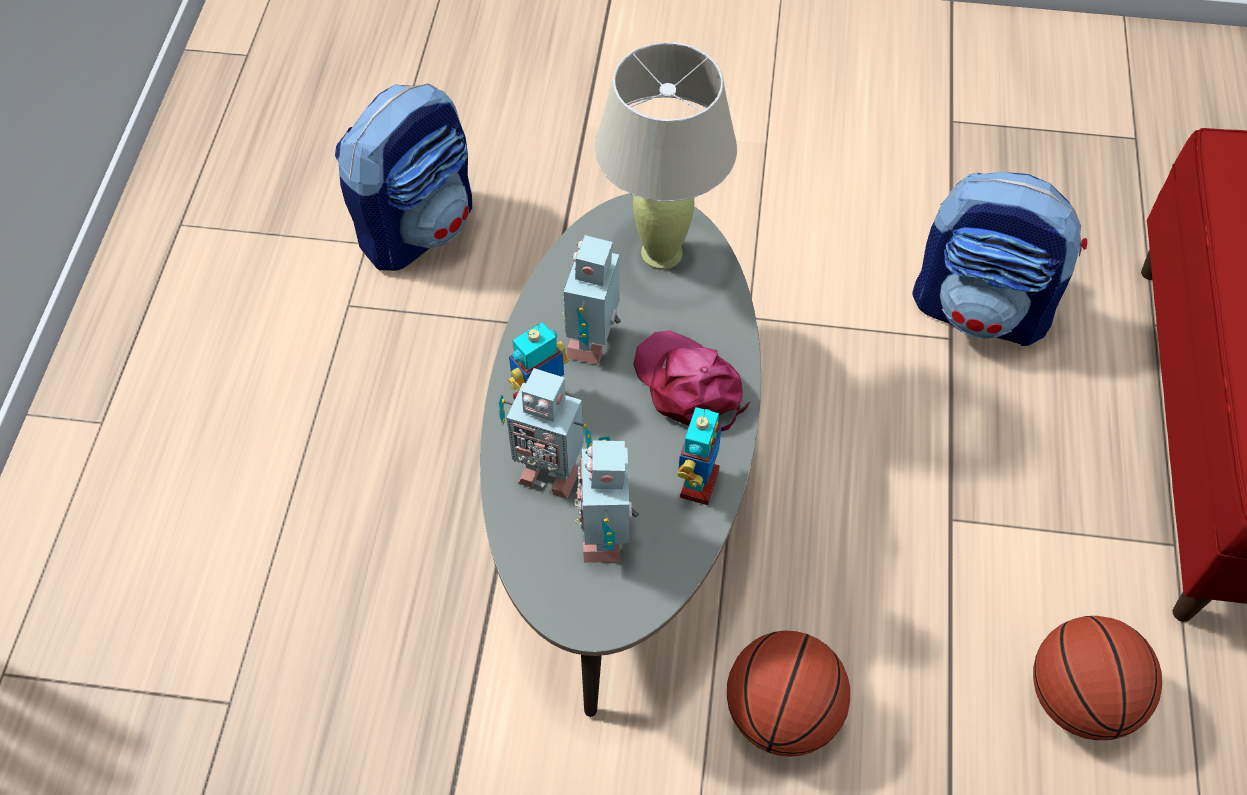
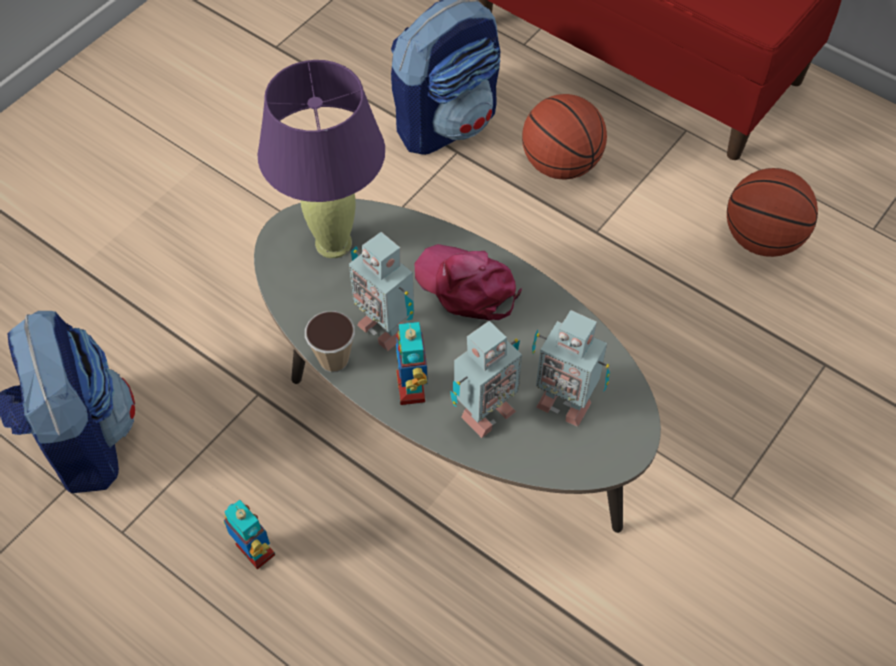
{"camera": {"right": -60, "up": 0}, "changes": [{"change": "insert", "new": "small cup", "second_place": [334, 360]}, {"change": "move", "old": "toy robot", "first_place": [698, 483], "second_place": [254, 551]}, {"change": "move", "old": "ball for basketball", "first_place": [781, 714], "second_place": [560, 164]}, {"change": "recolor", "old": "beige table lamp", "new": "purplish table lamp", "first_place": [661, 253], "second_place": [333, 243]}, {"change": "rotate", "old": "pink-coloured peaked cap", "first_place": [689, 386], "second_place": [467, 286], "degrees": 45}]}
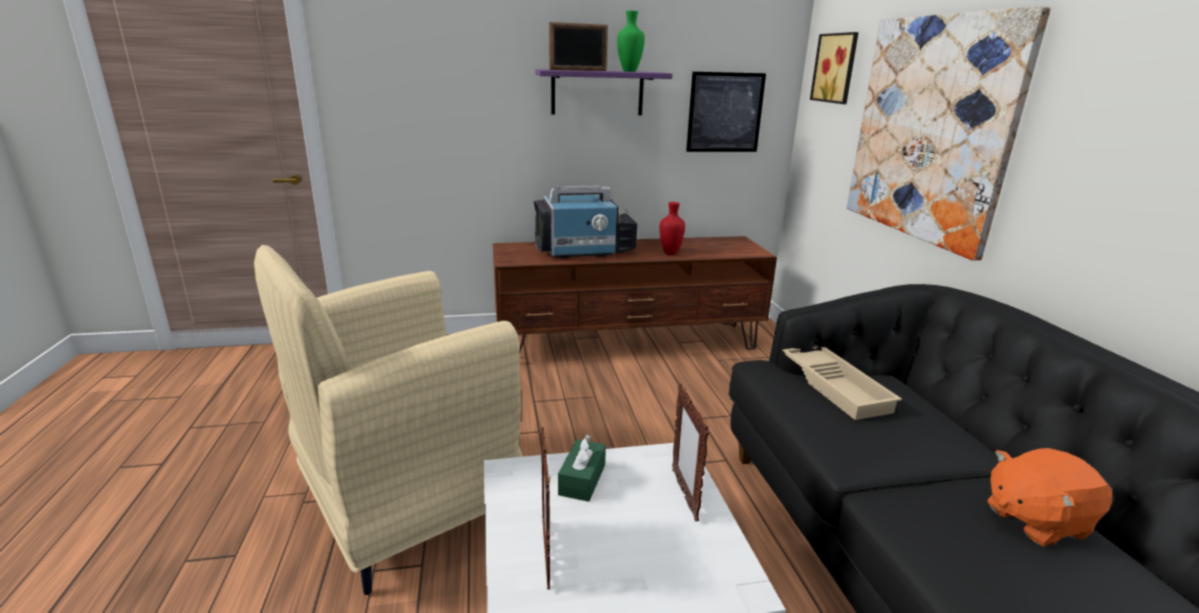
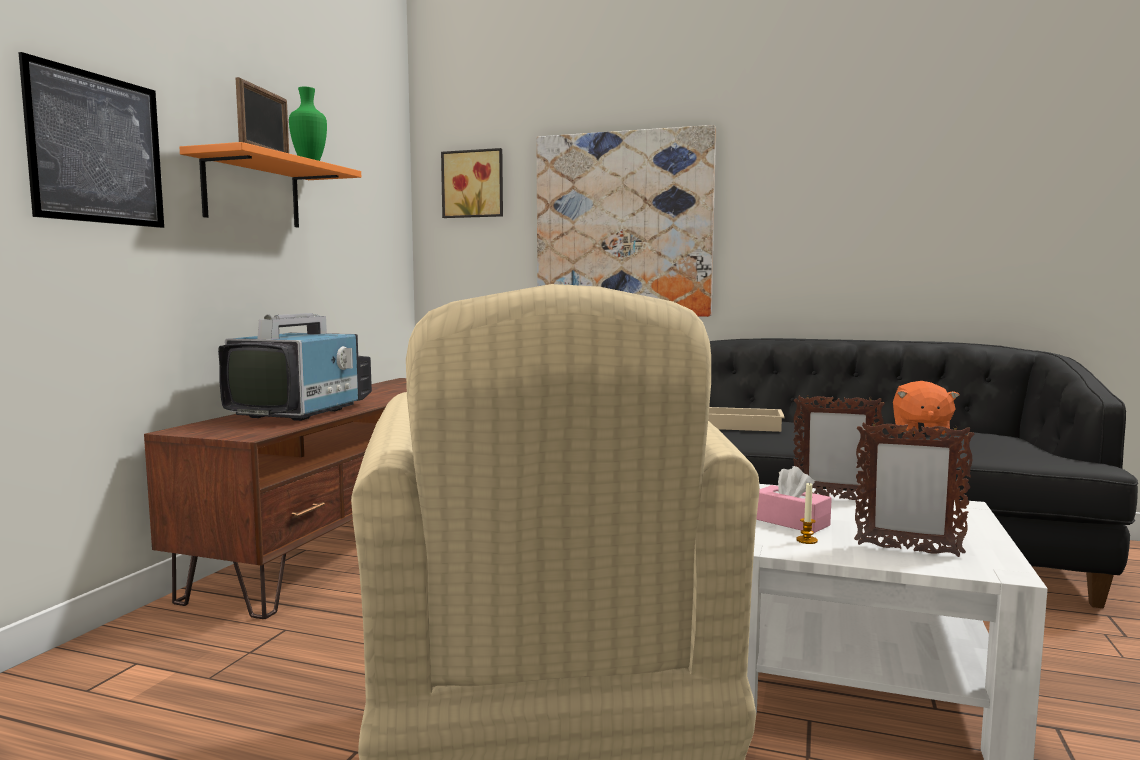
{"camera": {"right": -60, "up": -15}, "changes": [{"change": "delete", "old": "red-coloured decorative vase", "first_place": [670, 253]}, {"change": "insert", "new": "candle", "second_place": [806, 540]}, {"change": "move", "old": "wall art", "first_place": [725, 112], "second_place": [97, 148]}, {"change": "recolor", "old": "purplish wall shelf", "new": "orange-coloured wall shelf", "first_place": [597, 93], "second_place": [252, 192]}, {"change": "recolor", "old": "greenish tissue holder", "new": "pink-coloured tissue holder", "first_place": [582, 480], "second_place": [791, 522]}]}
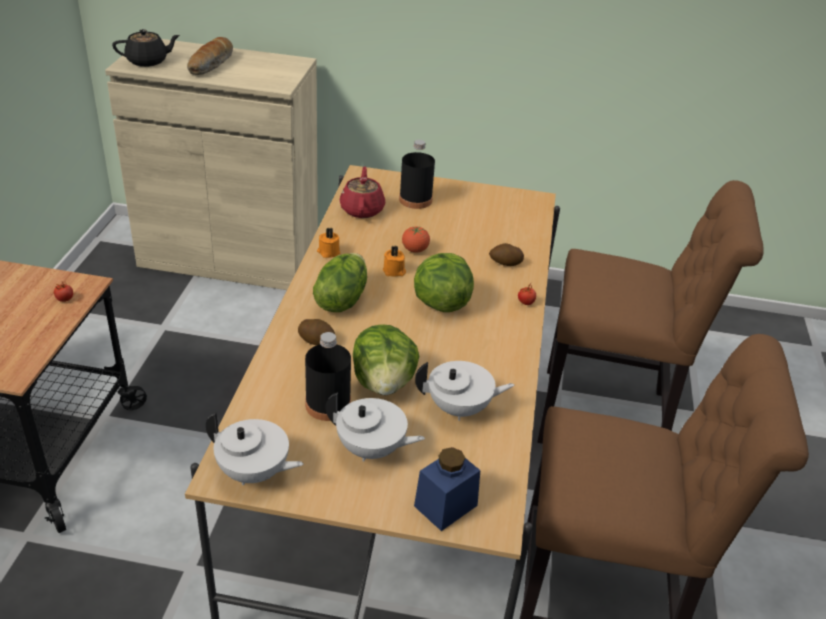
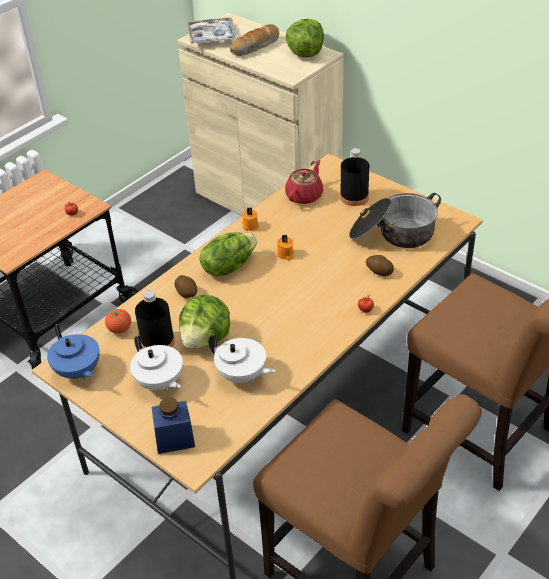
{"camera": {"right": 35, "up": 5}, "changes": [{"change": "insert", "new": "saucepot", "second_place": [393, 234]}, {"change": "move", "old": "fresh tomato", "first_place": [415, 250], "second_place": [120, 329]}, {"change": "move", "old": "lettuce", "first_place": [440, 303], "second_place": [305, 53]}, {"change": "replace", "old": "black teapot", "new": "tray", "first_place": [148, 61], "second_place": [212, 37]}, {"change": "recolor", "old": "white teapot", "new": "blue teapot", "first_place": [254, 473], "second_place": [78, 371]}]}
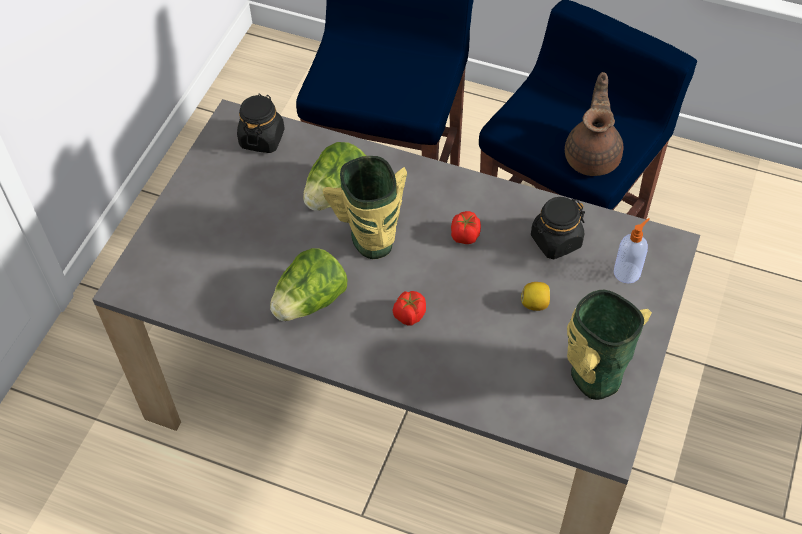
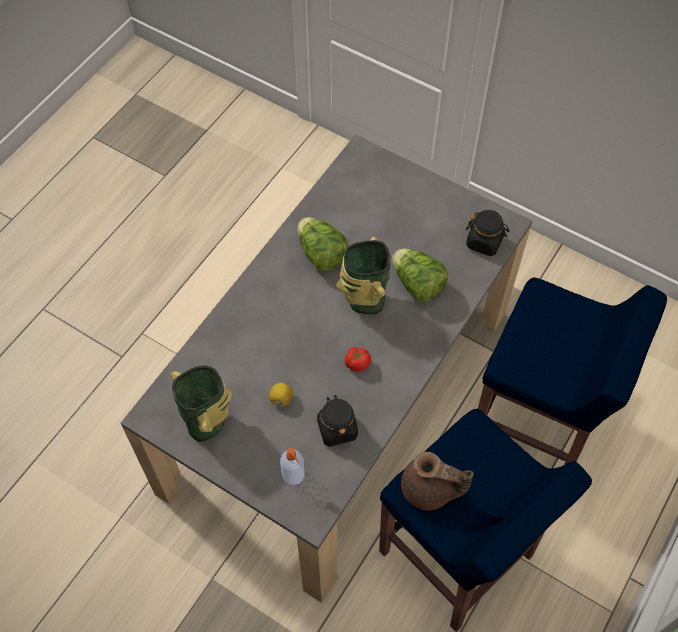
{"camera": {"right": 100, "up": 5}, "changes": [{"change": "delete", "old": "fresh tomato", "first_place": [409, 315]}]}
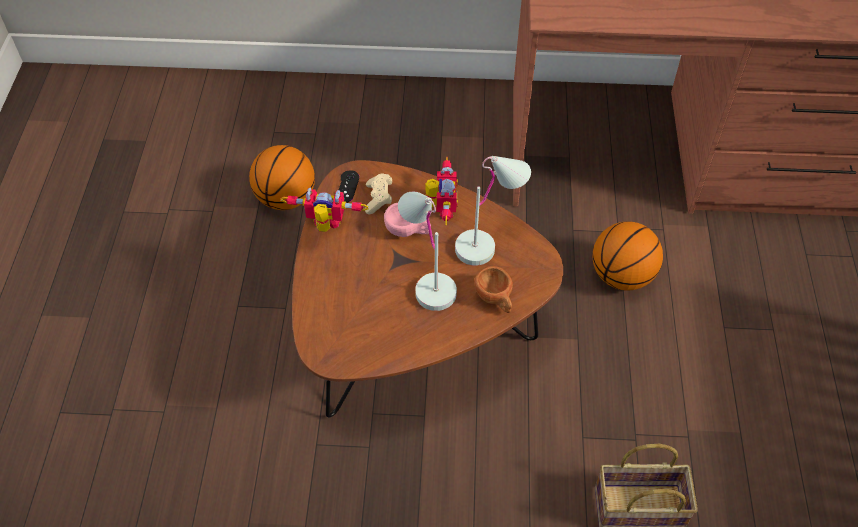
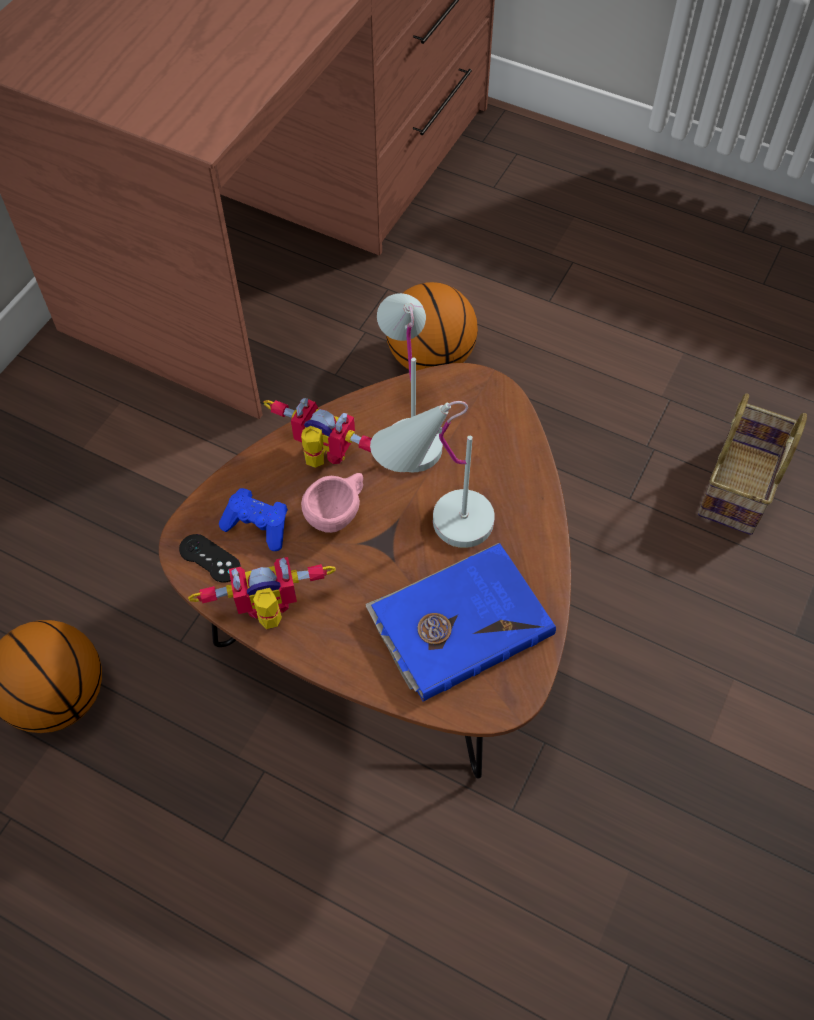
{"camera": {"right": -65, "up": 5}, "changes": [{"change": "delete", "old": "brown-coloured small cup", "first_place": [495, 299]}, {"change": "insert", "new": "blue book", "second_place": [459, 622]}, {"change": "recolor", "old": "beige joypad", "new": "blue joypad", "first_place": [378, 199], "second_place": [258, 526]}, {"change": "rotate", "old": "toy robot", "first_place": [326, 226], "second_place": [269, 614], "degrees": 45}]}
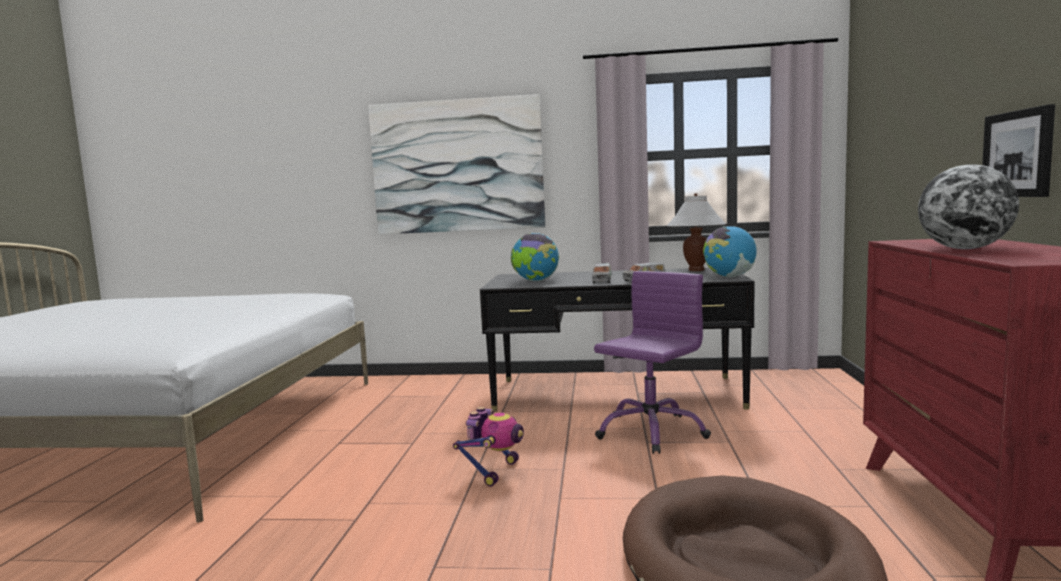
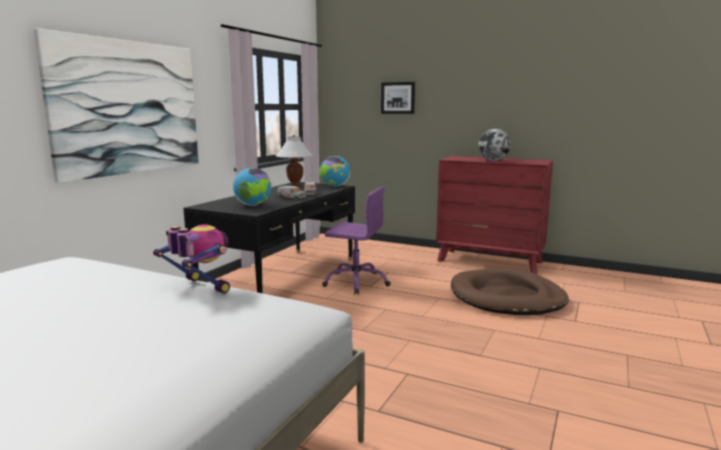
{"camera": {"right": -70, "up": 5}, "changes": [{"change": "move", "old": "toy robot", "first_place": [494, 472], "second_place": [199, 288]}, {"change": "move", "old": "wall art", "first_place": [1018, 154], "second_place": [398, 98]}, {"change": "rotate", "old": "purplish desk chair", "first_place": [650, 431], "second_place": [356, 282], "degrees": 135}]}
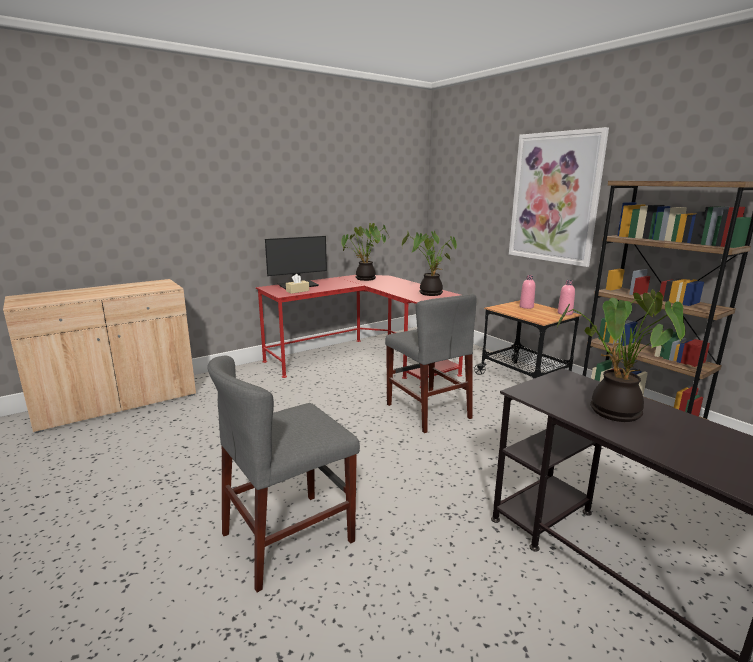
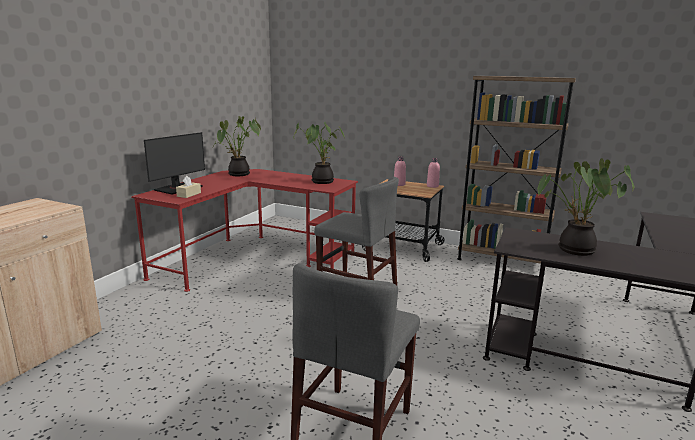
{"camera": {"right": -30, "up": 0}, "changes": [{"change": "delete", "old": "wall art", "first_place": [554, 198]}]}
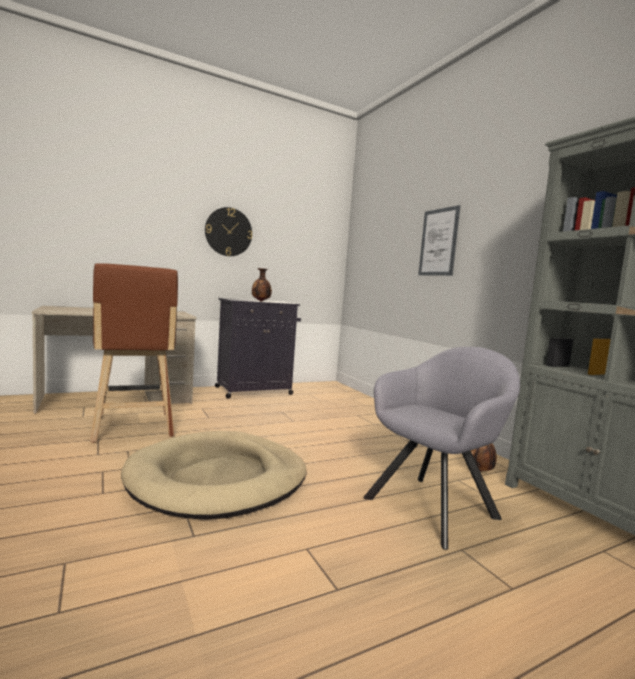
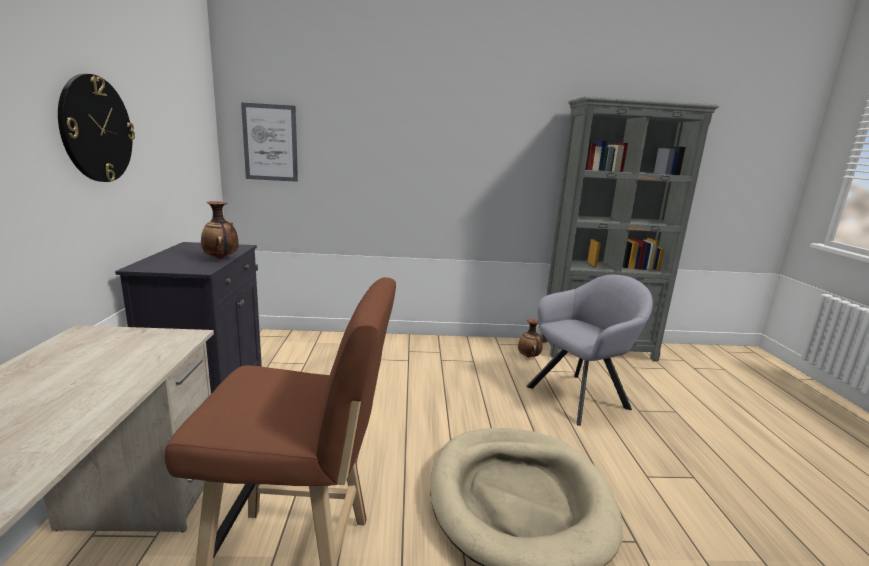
{"camera": {"right": -65, "up": 10}, "changes": [{"change": "move", "old": "wall art", "first_place": [438, 242], "second_place": [270, 143]}, {"change": "rotate", "old": "grey lounge chair", "first_place": [436, 506], "second_place": [582, 396], "degrees": 75}]}
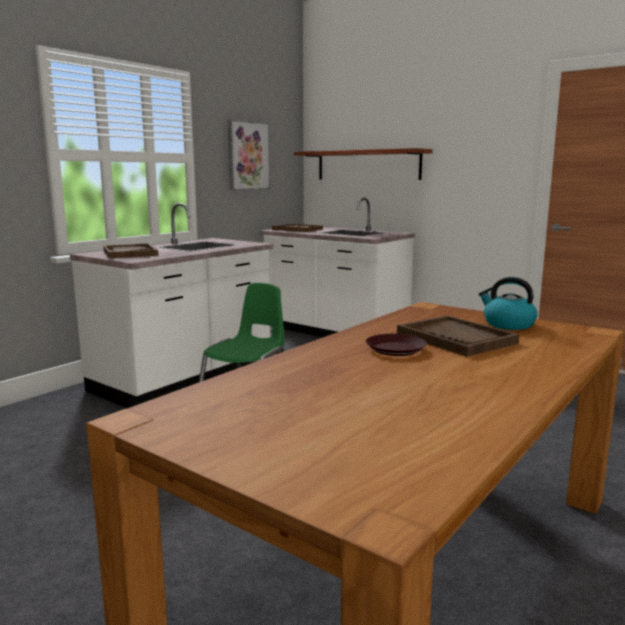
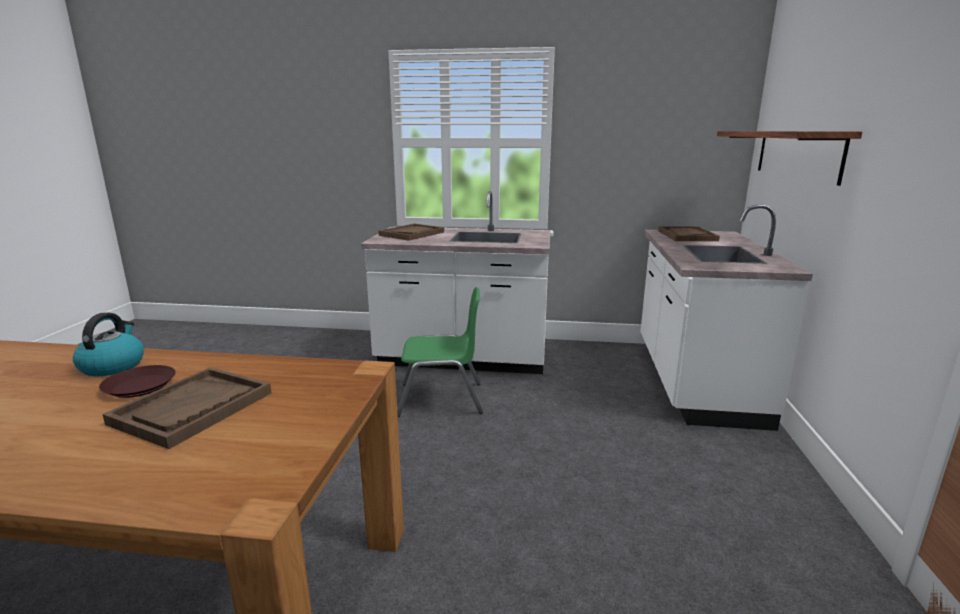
{"camera": {"right": 60, "up": 5}, "changes": [{"change": "delete", "old": "wall art", "first_place": [248, 156]}, {"change": "move", "old": "water kettle", "first_place": [507, 324], "second_place": [113, 366]}]}
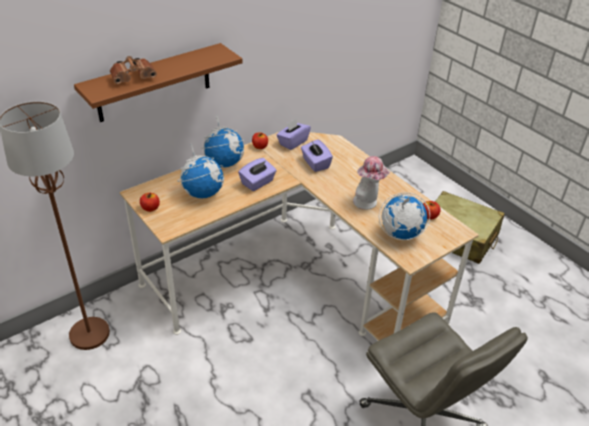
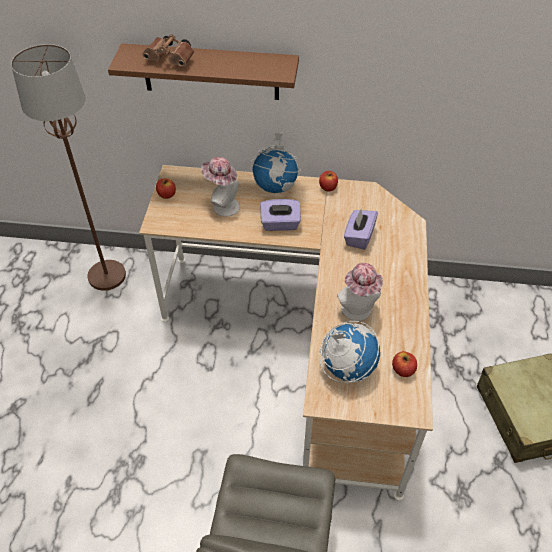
{"camera": {"right": 45, "up": 10}, "changes": [{"change": "delete", "old": "purplish tissue holder", "first_place": [293, 142]}, {"change": "replace", "old": "desk globe", "new": "hat", "first_place": [203, 193], "second_place": [222, 206]}]}
